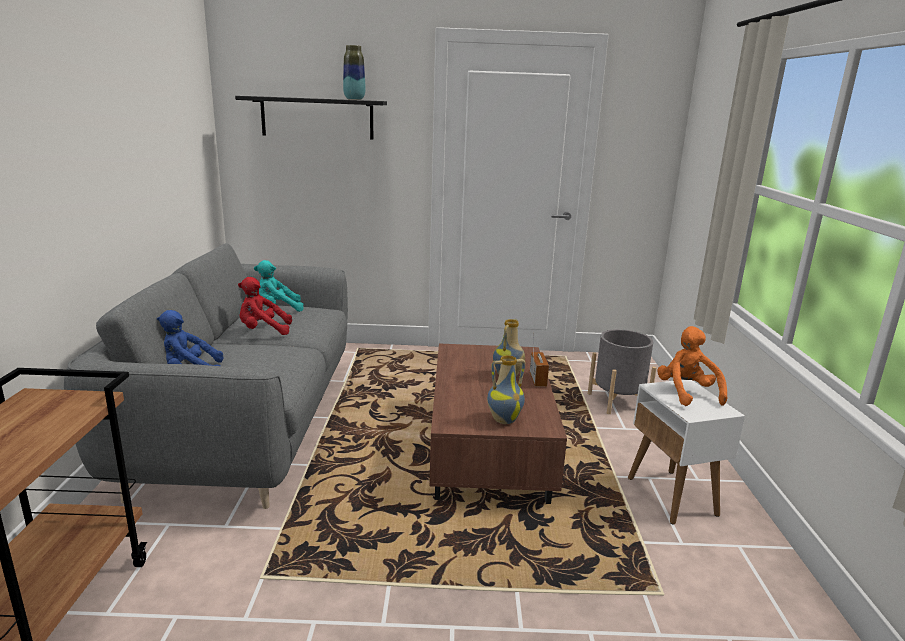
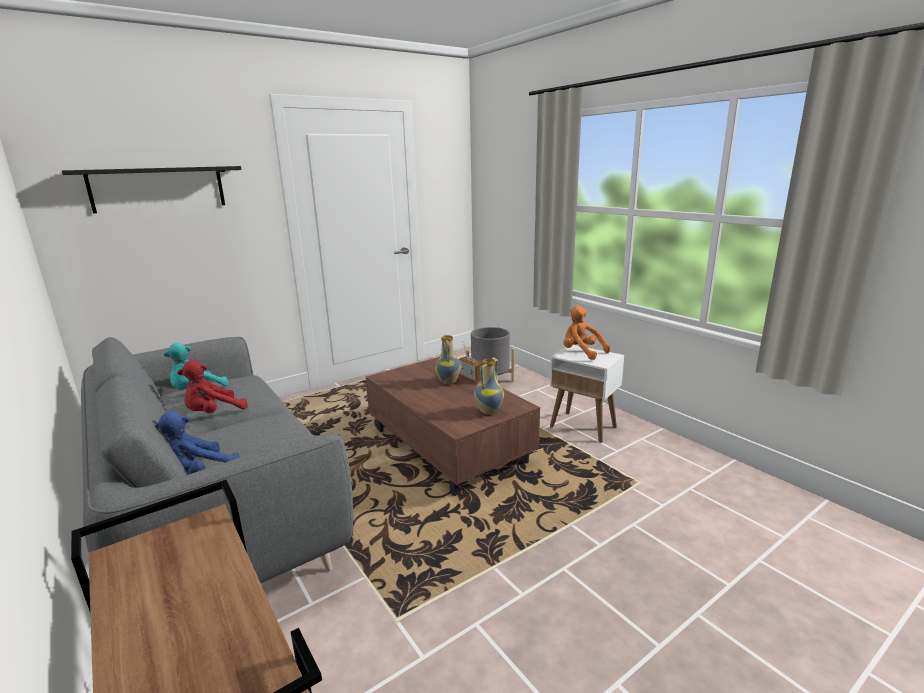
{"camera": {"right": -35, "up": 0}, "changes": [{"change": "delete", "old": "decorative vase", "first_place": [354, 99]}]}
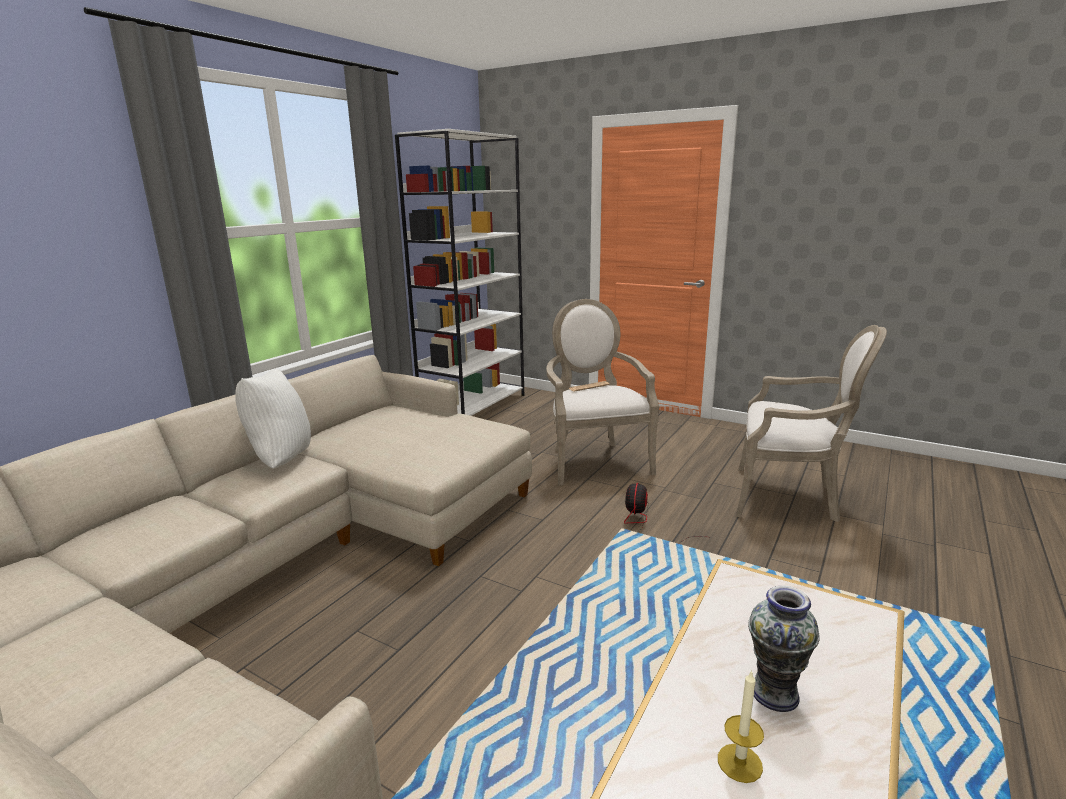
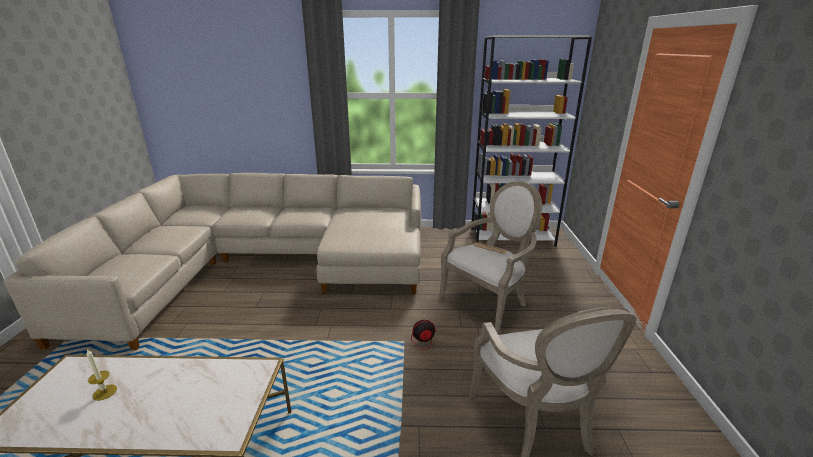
{"camera": {"right": 60, "up": 5}, "changes": [{"change": "delete", "old": "white throw pillow", "first_place": [280, 460]}, {"change": "delete", "old": "decorative vase", "first_place": [775, 693]}]}
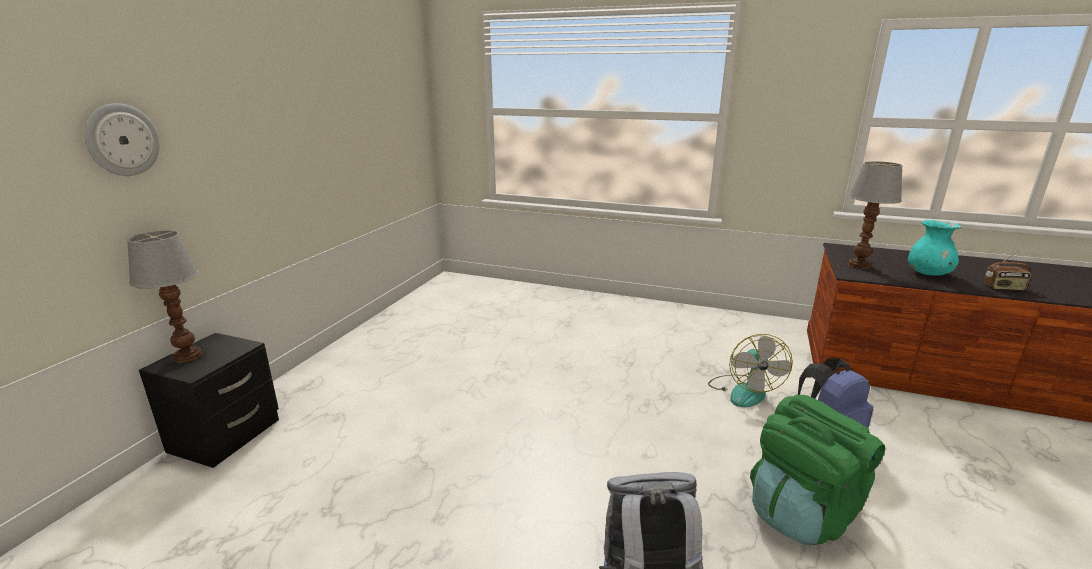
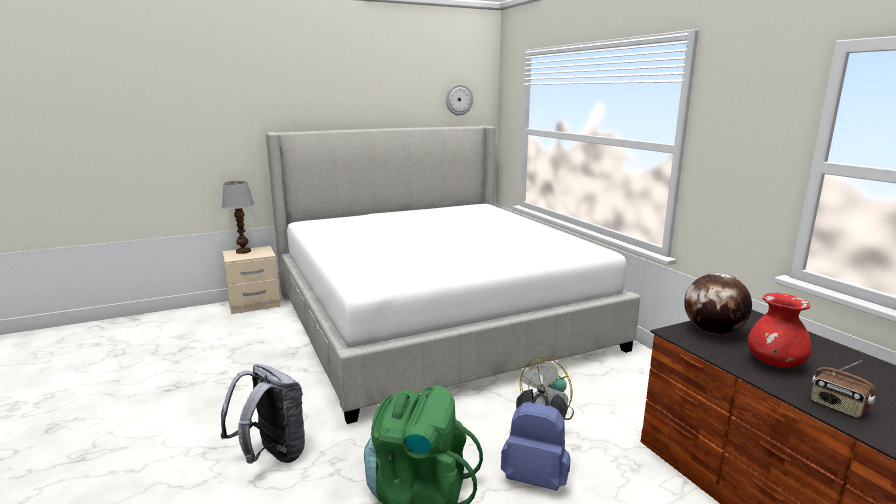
{"camera": {"right": 45, "up": -5}, "changes": [{"change": "insert", "new": "bedroom bed", "second_place": [436, 319]}, {"change": "move", "old": "clock on the wall", "first_place": [122, 140], "second_place": [459, 99]}, {"change": "replace", "old": "table lamp", "new": "desk globe", "first_place": [860, 265], "second_place": [713, 331]}, {"change": "recolor", "old": "black nightstand", "new": "beige nightstand", "first_place": [227, 436], "second_place": [254, 304]}, {"change": "recolor", "old": "turquoise-coloured decorative vase", "new": "red-coloured decorative vase", "first_place": [928, 274], "second_place": [775, 363]}]}
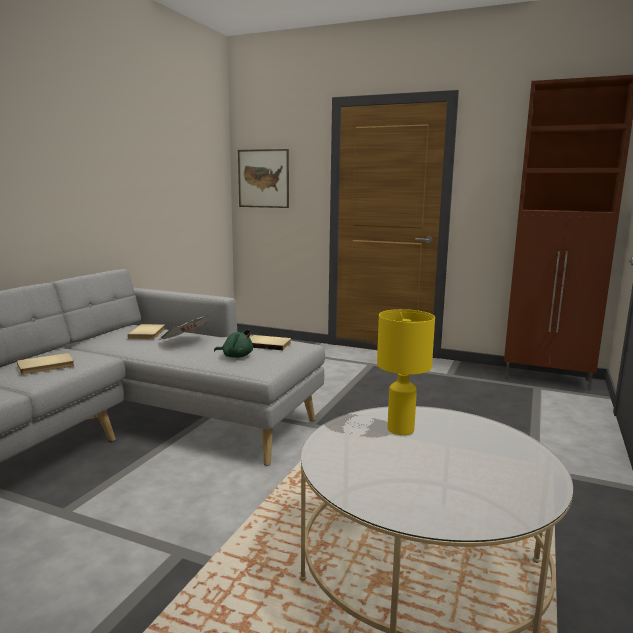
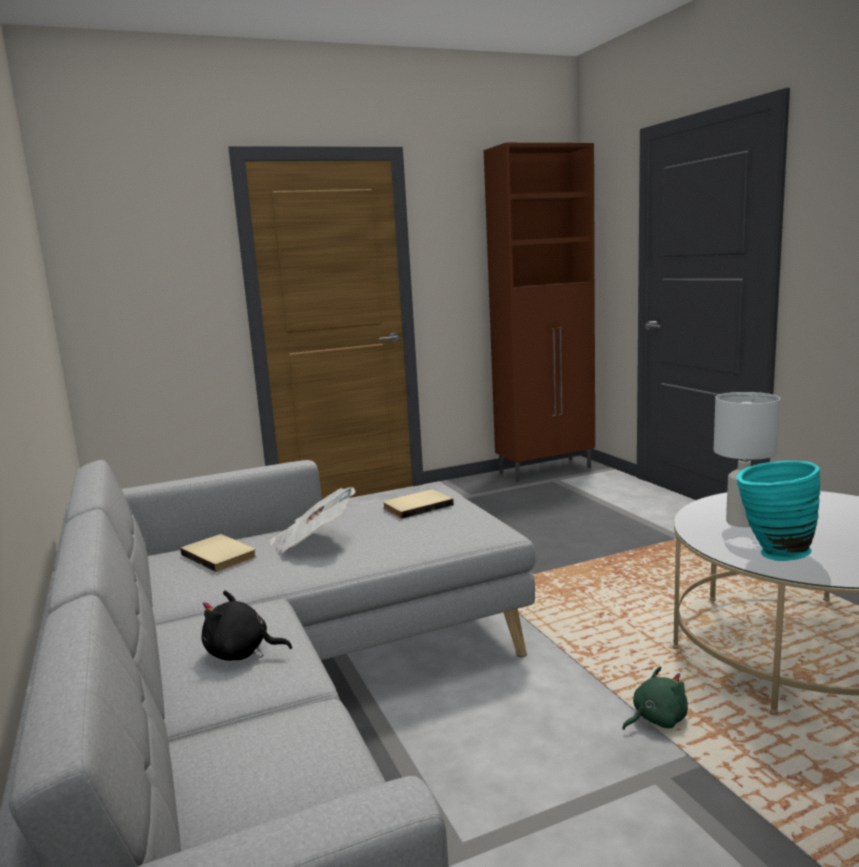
{"camera": {"right": -45, "up": 0}, "changes": [{"change": "delete", "old": "wall art", "first_place": [263, 178]}, {"change": "insert", "new": "turquoise-coloured decorative vase", "second_place": [772, 554]}, {"change": "move", "old": "greenish plush toy", "first_place": [236, 356], "second_place": [656, 719]}, {"change": "replace", "old": "beige book", "new": "black plush toy", "first_place": [46, 366], "second_place": [241, 653]}, {"change": "recolor", "old": "yellow table lamp", "new": "white table lamp", "first_place": [400, 429], "second_place": [740, 522]}]}
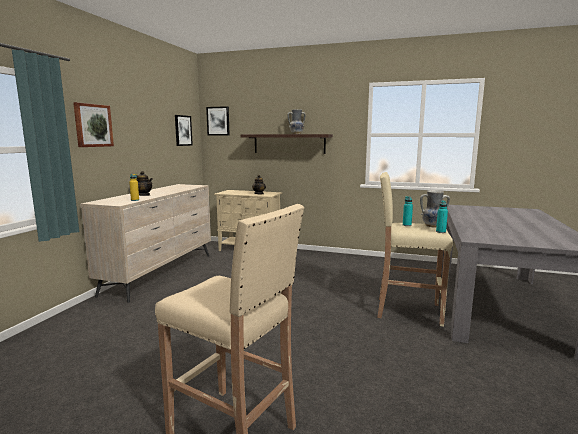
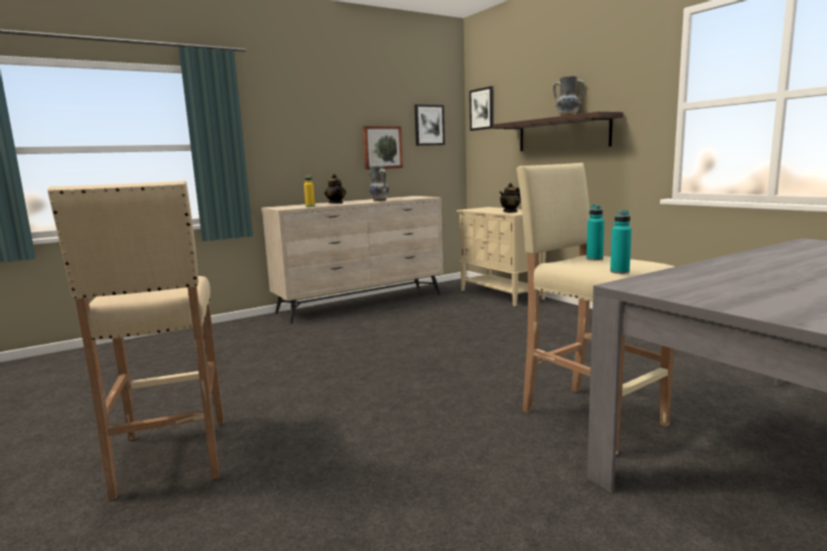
{"camera": {"right": 40, "up": 0}, "changes": [{"change": "move", "old": "wall art", "first_place": [93, 125], "second_place": [382, 147]}, {"change": "move", "old": "decorative vase", "first_place": [432, 226], "second_place": [379, 201]}]}
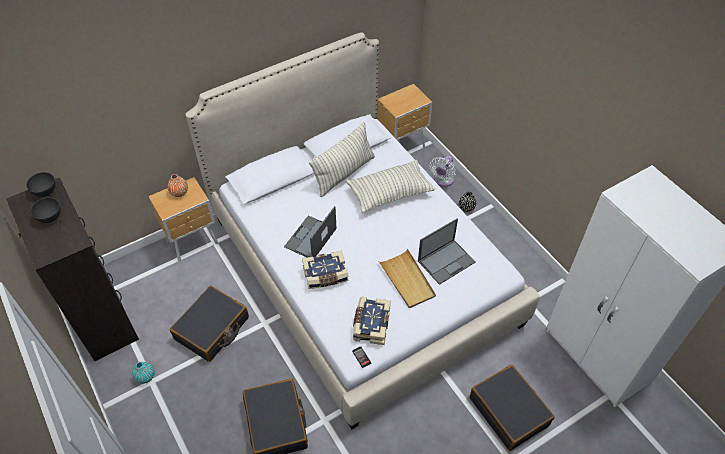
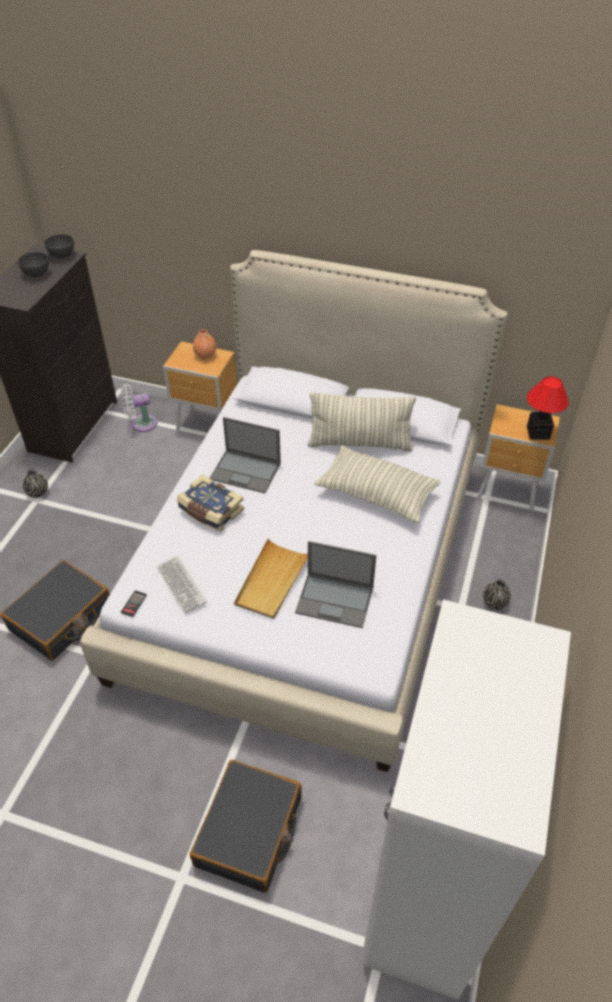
{"camera": {"right": 50, "up": -5}, "changes": [{"change": "delete", "old": "black suitcase", "first_place": [212, 329]}, {"change": "insert", "new": "table lamp", "second_place": [537, 433]}, {"change": "move", "old": "white cooling fan", "first_place": [442, 180], "second_place": [141, 424]}, {"change": "replace", "old": "book", "new": "PC keyboard", "first_place": [370, 324], "second_place": [181, 585]}, {"change": "recolor", "old": "turquoise-coloured decorative vase", "new": "black decorative vase", "first_place": [145, 377], "second_place": [38, 493]}, {"change": "rotate", "old": "laptop", "first_place": [310, 238], "second_place": [246, 471], "degrees": -150}]}
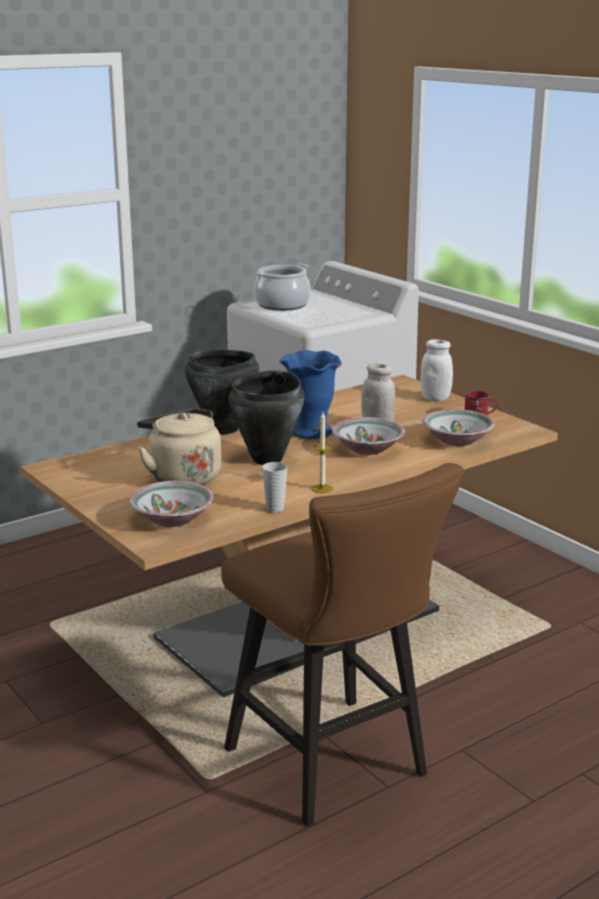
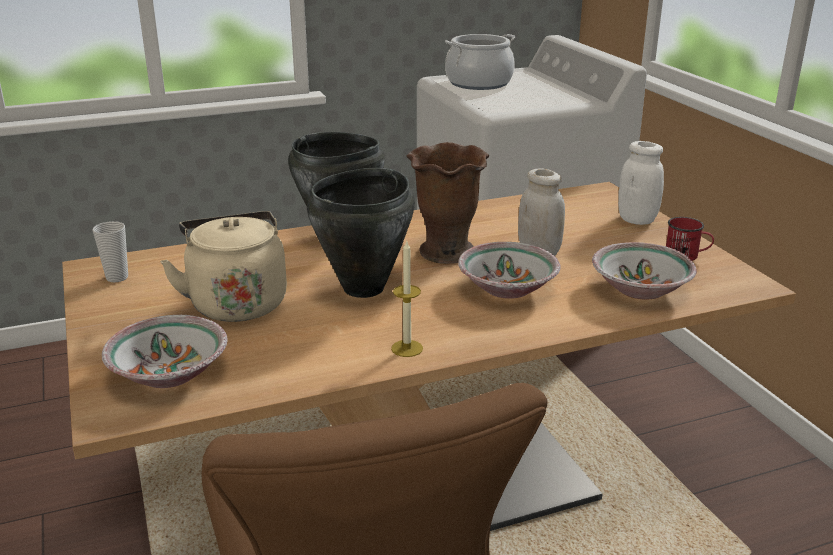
{"camera": {"right": 15, "up": 5}, "changes": [{"change": "move", "old": "small cup", "first_place": [275, 509], "second_place": [117, 277]}, {"change": "recolor", "old": "blue decorative vase", "new": "brown-coloured decorative vase", "first_place": [310, 432], "second_place": [446, 252]}]}
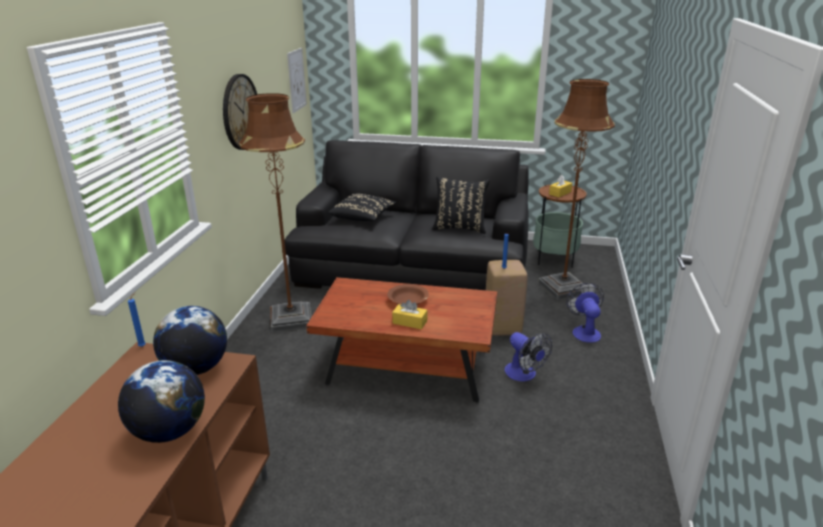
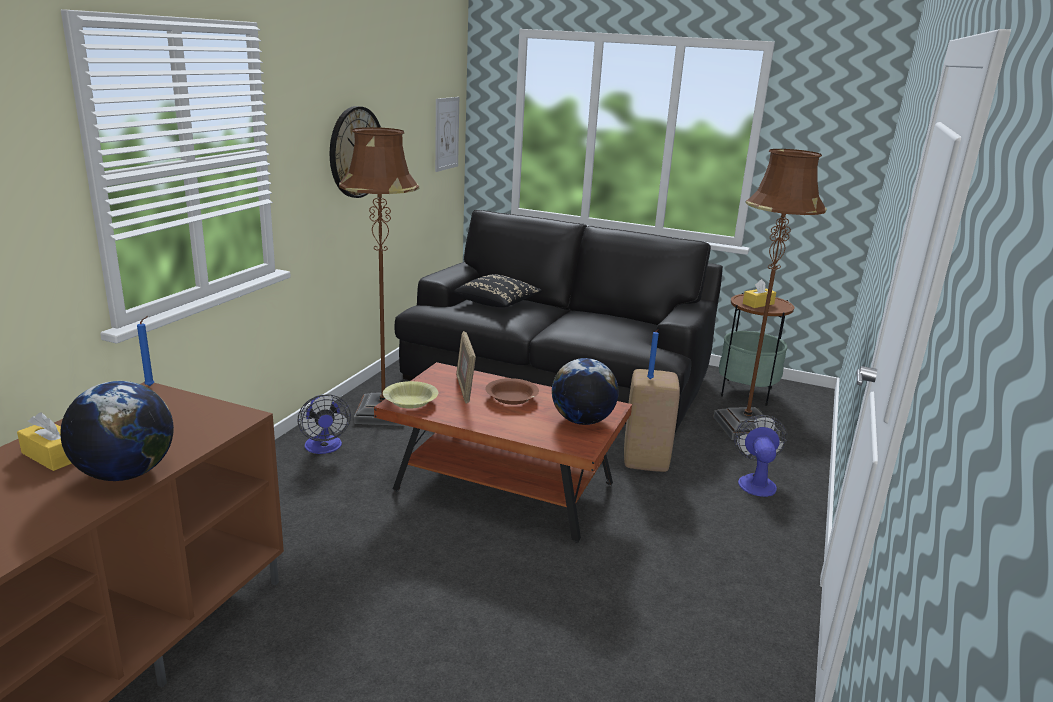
{"camera": {"right": 10, "up": -5}, "changes": [{"change": "delete", "old": "black throw pillow", "first_place": [460, 228]}, {"change": "insert", "new": "yellow serving bowl", "second_place": [410, 402]}, {"change": "insert", "new": "picture frame", "second_place": [465, 389]}, {"change": "move", "old": "desk globe", "first_place": [196, 369], "second_place": [582, 421]}, {"change": "move", "old": "yellow tissue holder", "first_place": [409, 322], "second_place": [52, 456]}, {"change": "move", "old": "cooling fan", "first_place": [524, 375], "second_place": [324, 448]}]}
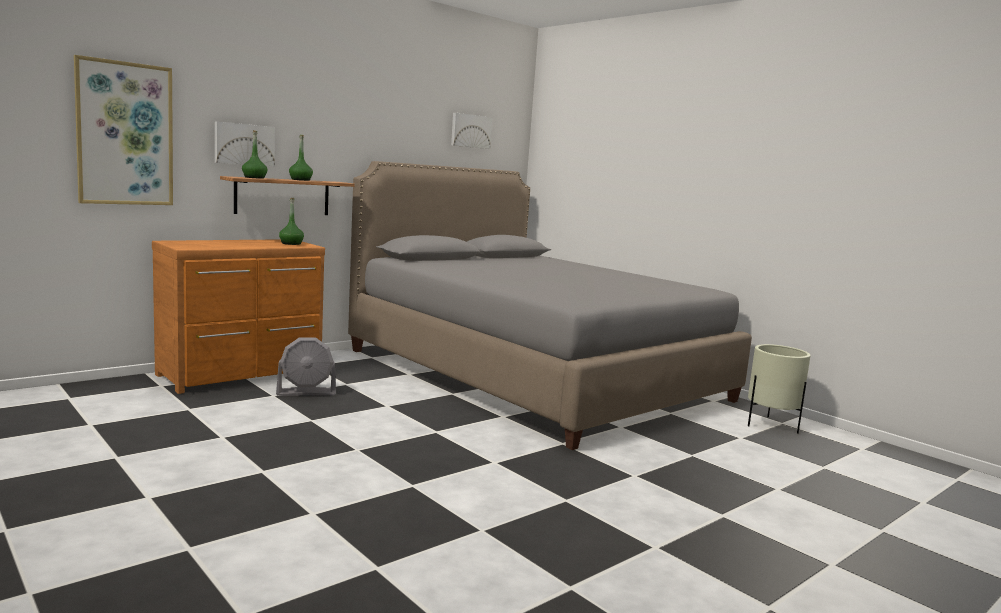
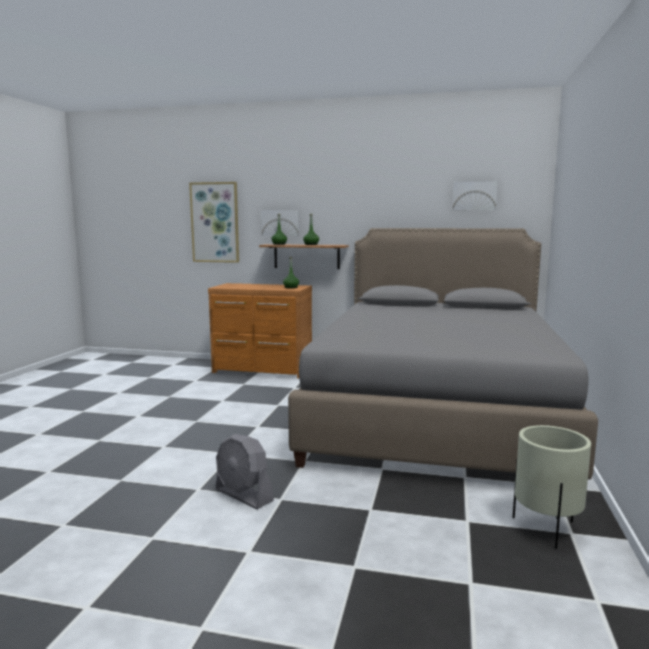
{"camera": {"right": 55, "up": 0}, "changes": [{"change": "move", "old": "grey cooling fan", "first_place": [306, 392], "second_place": [244, 495]}]}
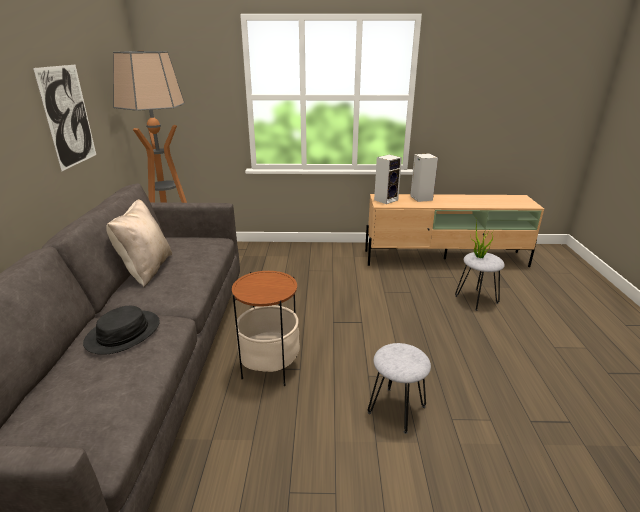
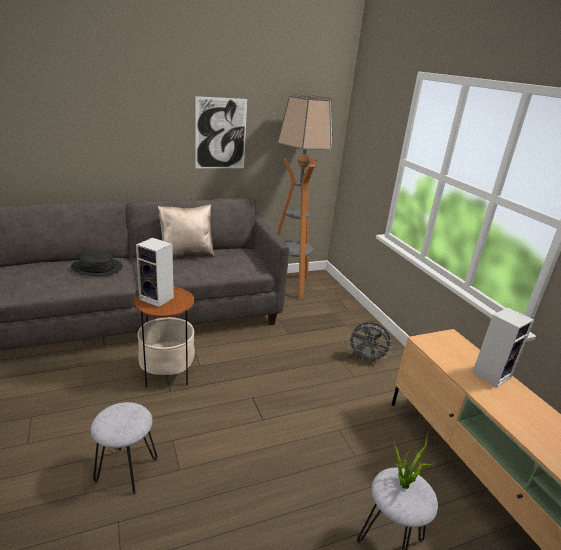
{"camera": {"right": 65, "up": 0}, "changes": [{"change": "insert", "new": "grey cooling fan", "second_place": [366, 358]}, {"change": "move", "old": "loudspeaker", "first_place": [386, 200], "second_place": [158, 298]}]}
